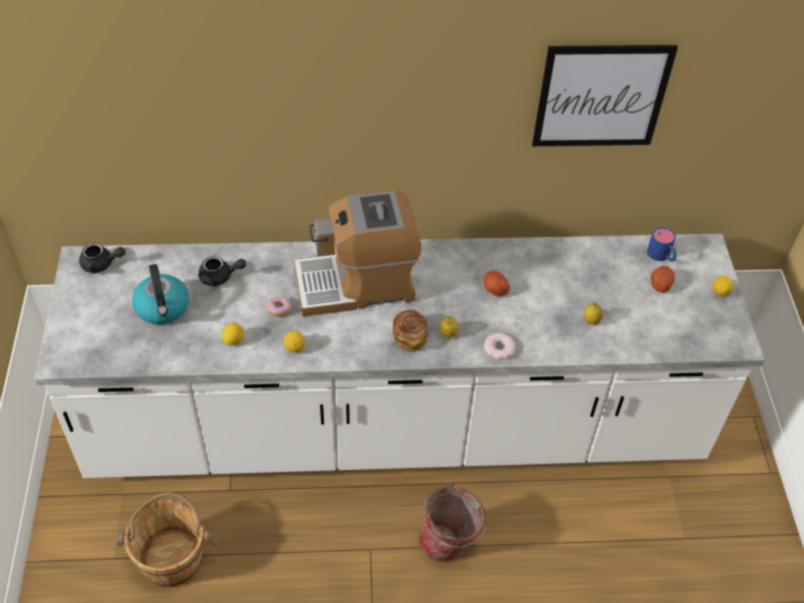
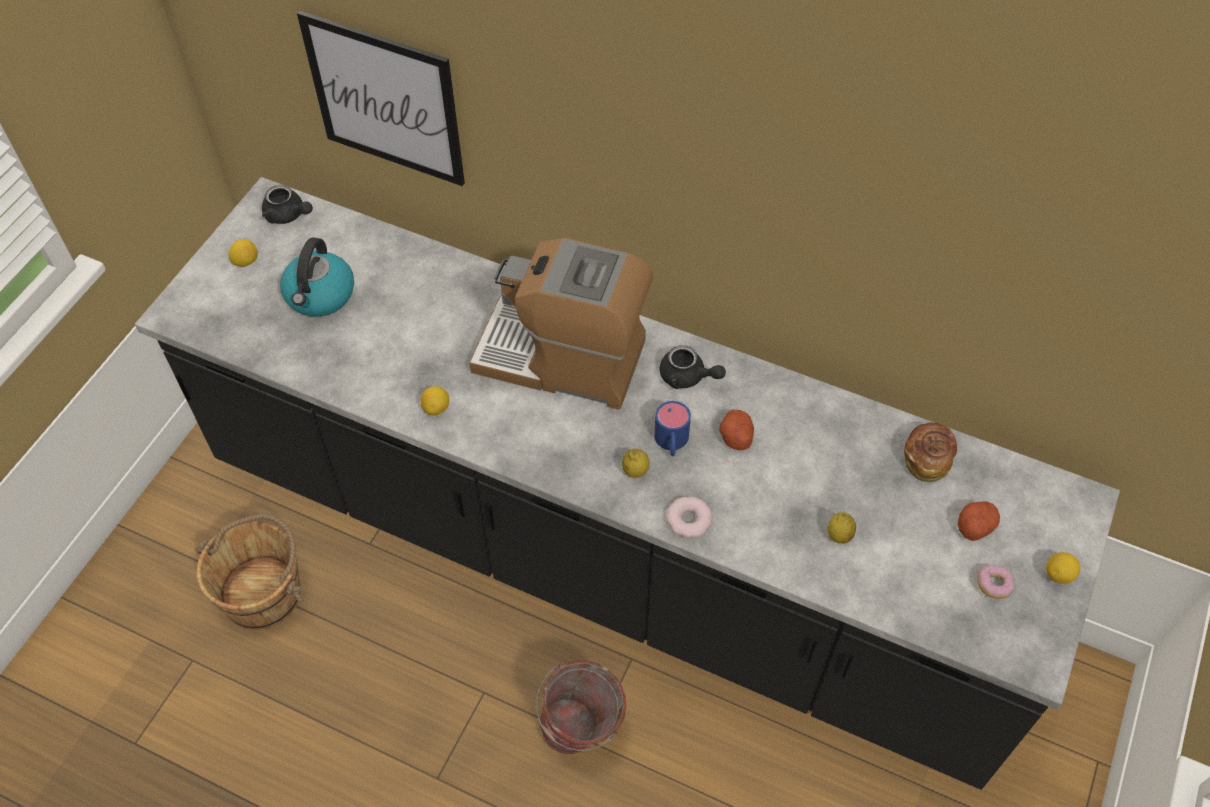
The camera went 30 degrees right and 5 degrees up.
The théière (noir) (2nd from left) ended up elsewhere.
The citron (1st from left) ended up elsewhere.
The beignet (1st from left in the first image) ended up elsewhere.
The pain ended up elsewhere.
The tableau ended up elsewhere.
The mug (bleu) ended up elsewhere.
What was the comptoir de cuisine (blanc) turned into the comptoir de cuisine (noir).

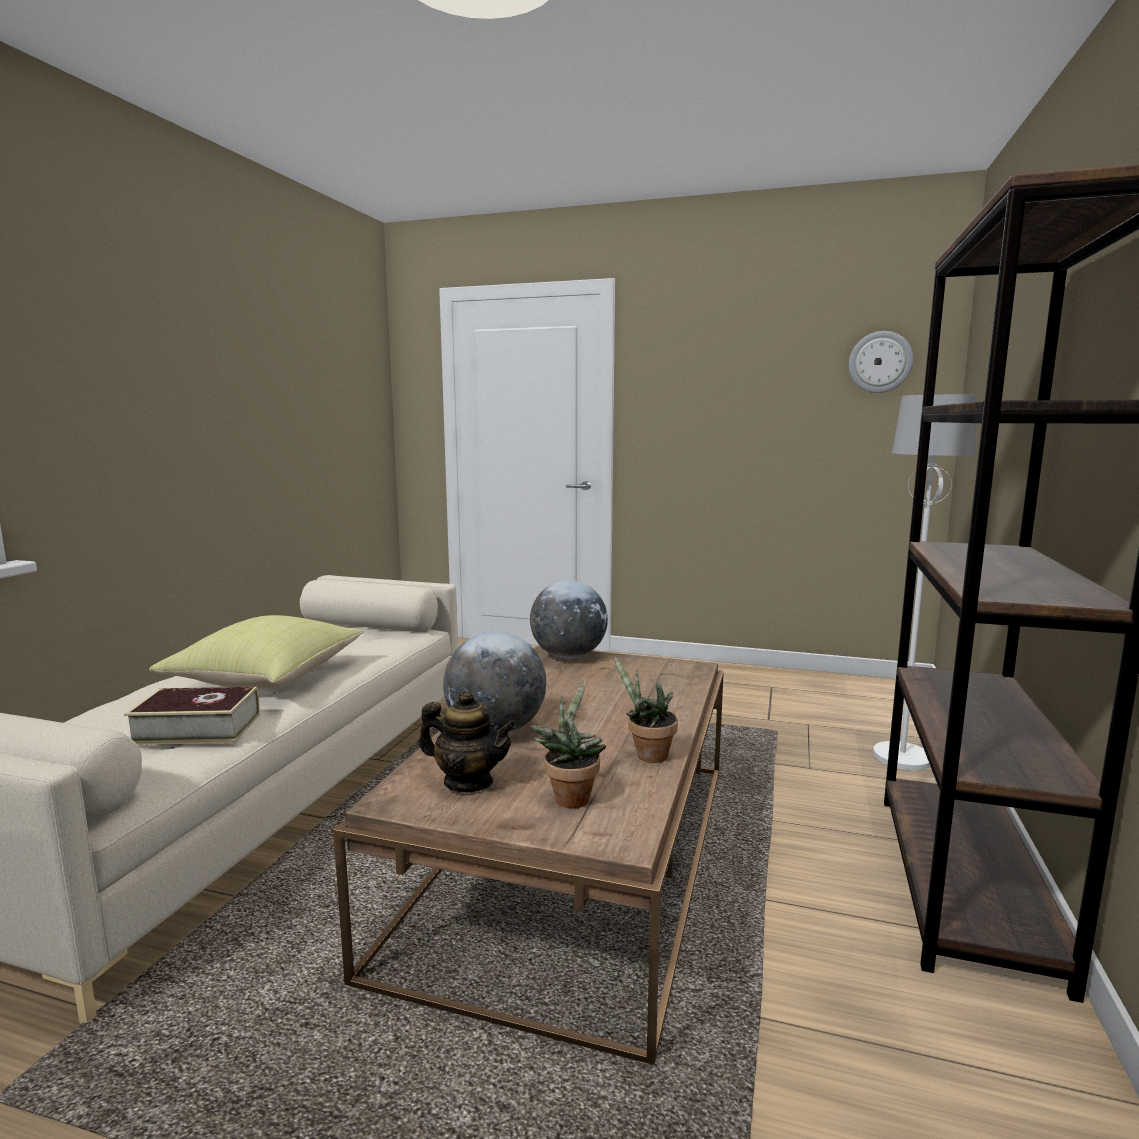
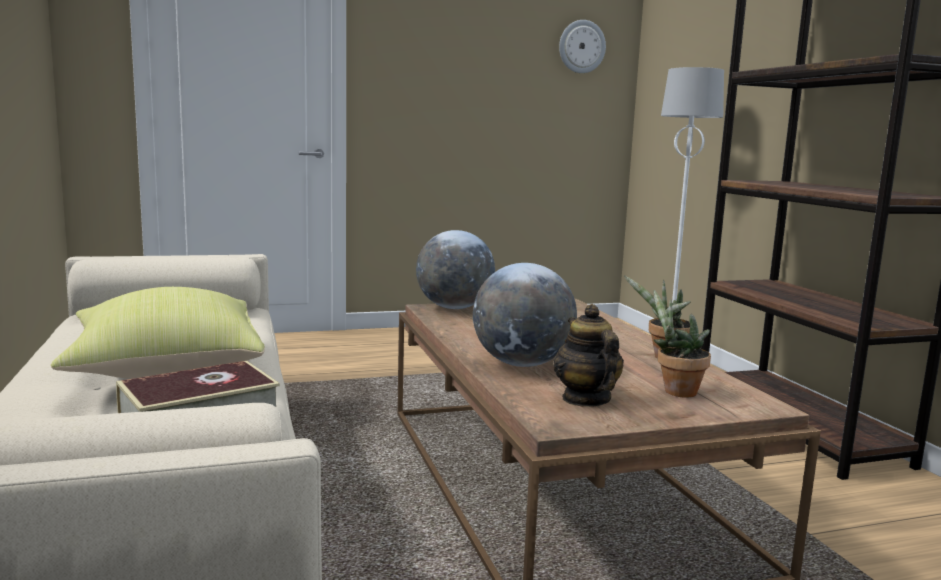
The camera went 35 degrees left and 0 degrees up.
The théière ended up facing another way, 90 degrees counterclockwise from before.

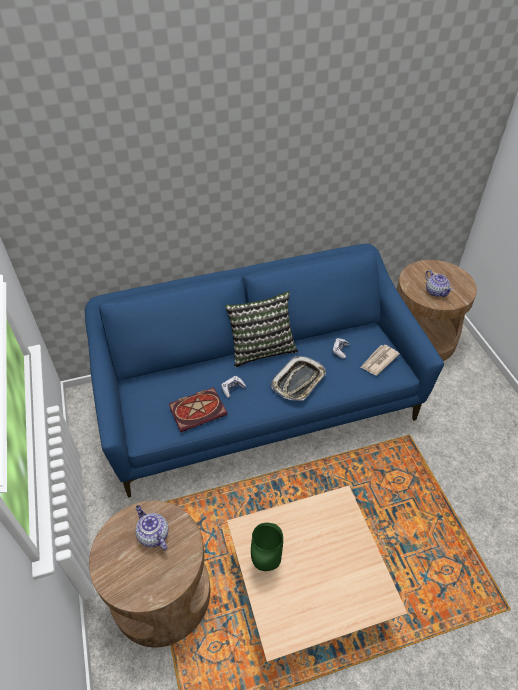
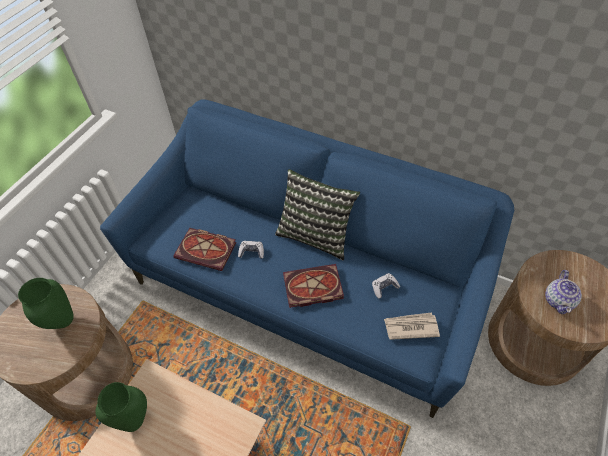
The camera went 45 degrees right and 5 degrees up.
Where the théière (1st from left) stood, the vase (vert) (1st from left) came to stand.
Where the plateau stood, the livre (2nd from left) came to stand.

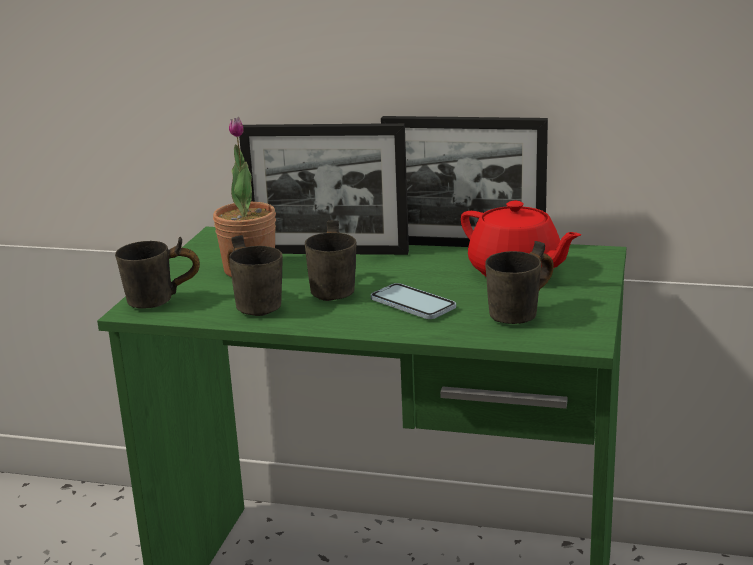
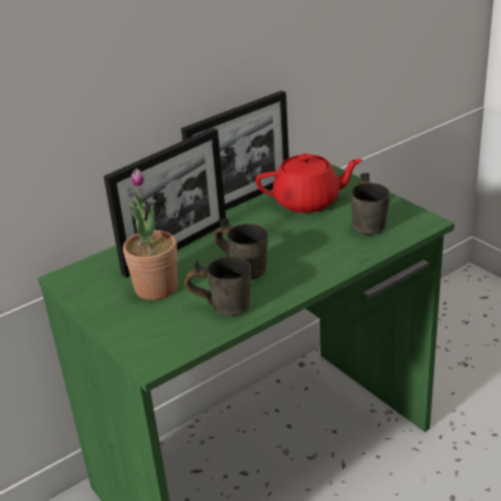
The camera went 50 degrees left and 10 degrees up.
The second view lost the mug (gris) (1st from left).
The second view lost the téléphone.

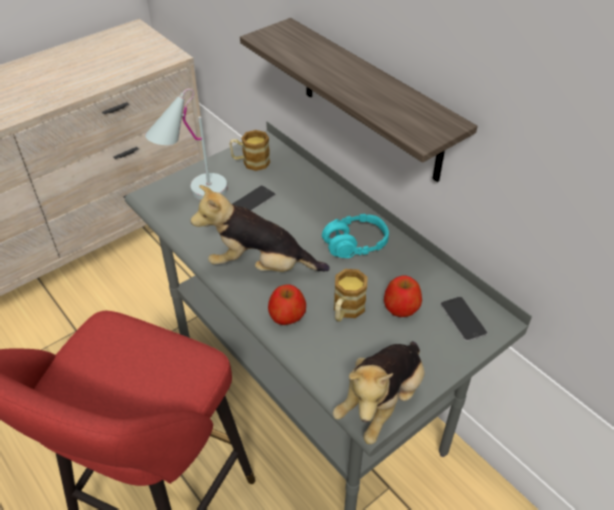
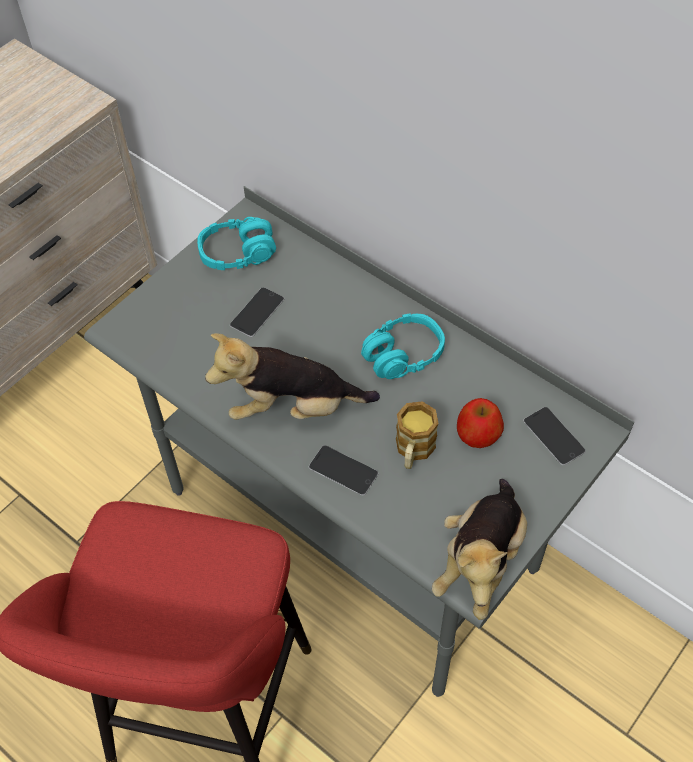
The camera went 10 degrees left and 10 degrees up.
The second view lost the lampe de table (blanc).
The second view lost the étagère.
Where the mug (1st from left) stood, the casque audio (turquoise) (1st from left) came to stand.
Where the pomme (1st from left) stood, the téléphone (2nd from left) came to stand.

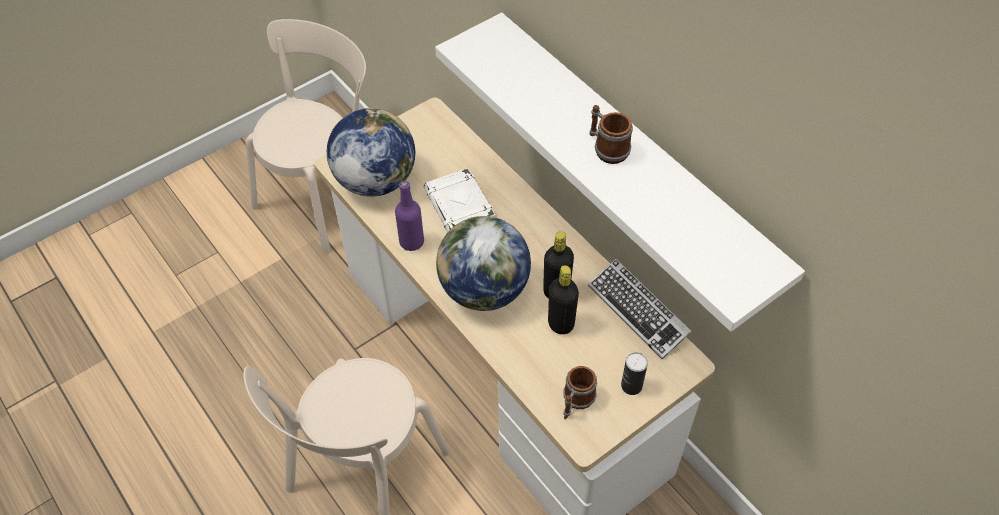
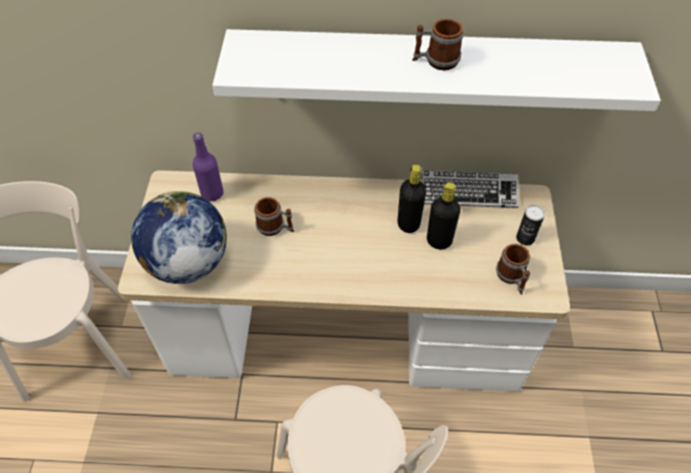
The camera went 50 degrees left and 0 degrees up.
The second view lost the globe (2nd from left).
The bouteille (violet) ended up elsewhere.
Where the livre (blanc) stood, the mug (1st from left) came to stand.

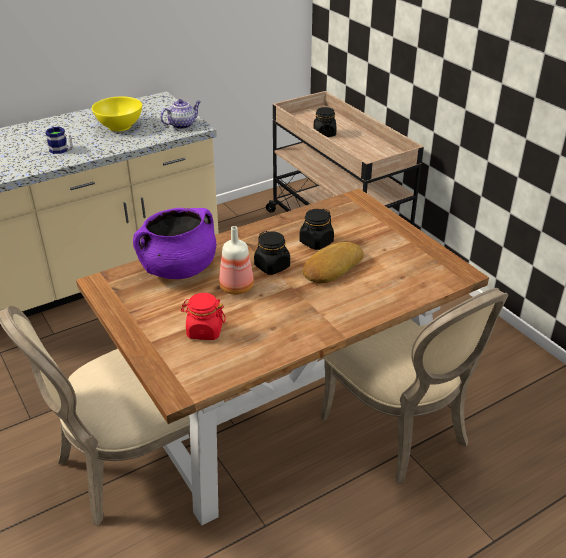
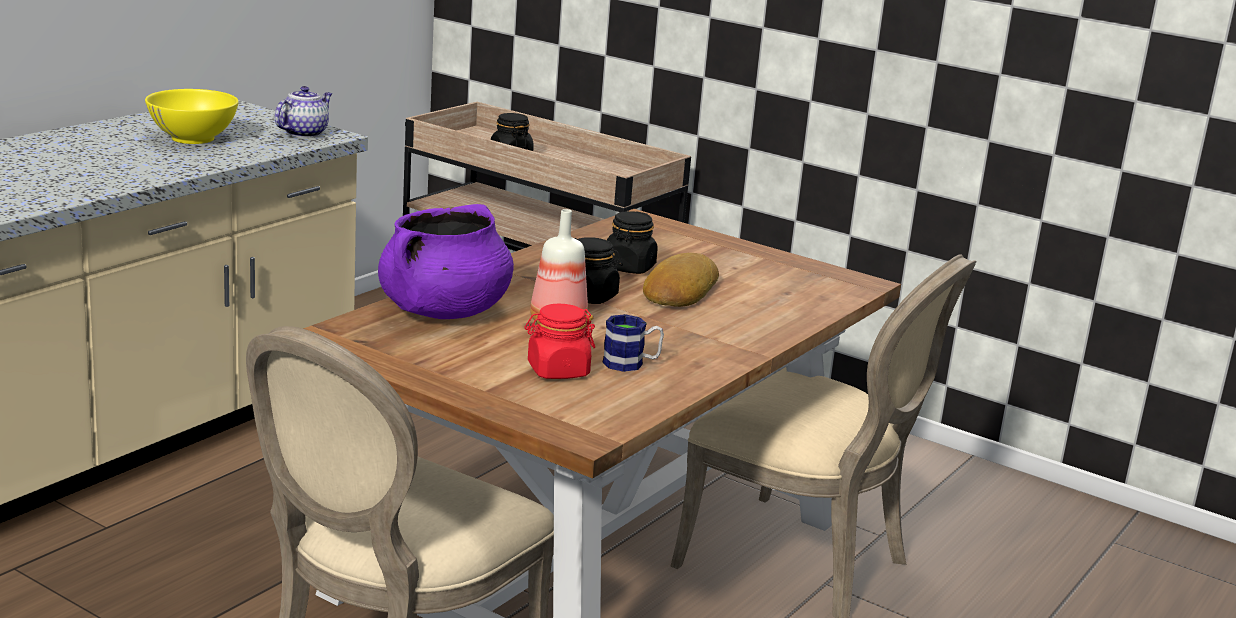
The camera went 25 degrees left and 15 degrees down.
The mug ended up elsewhere.

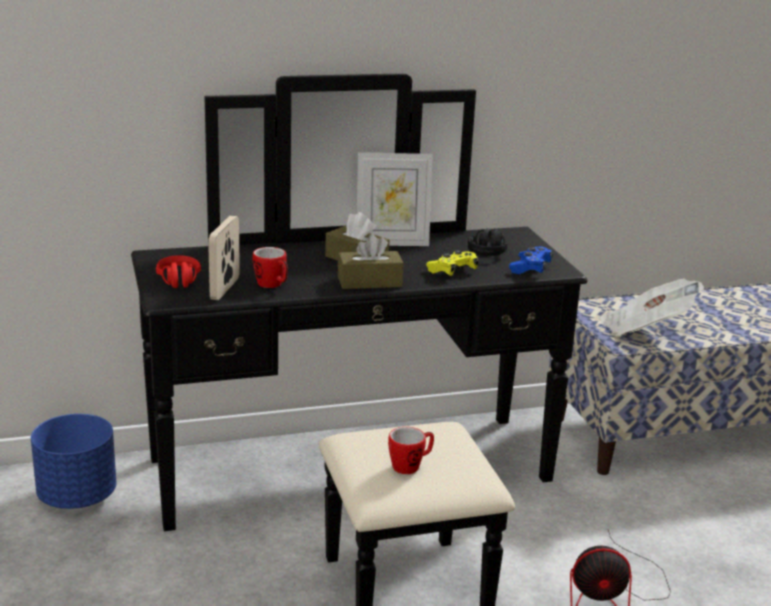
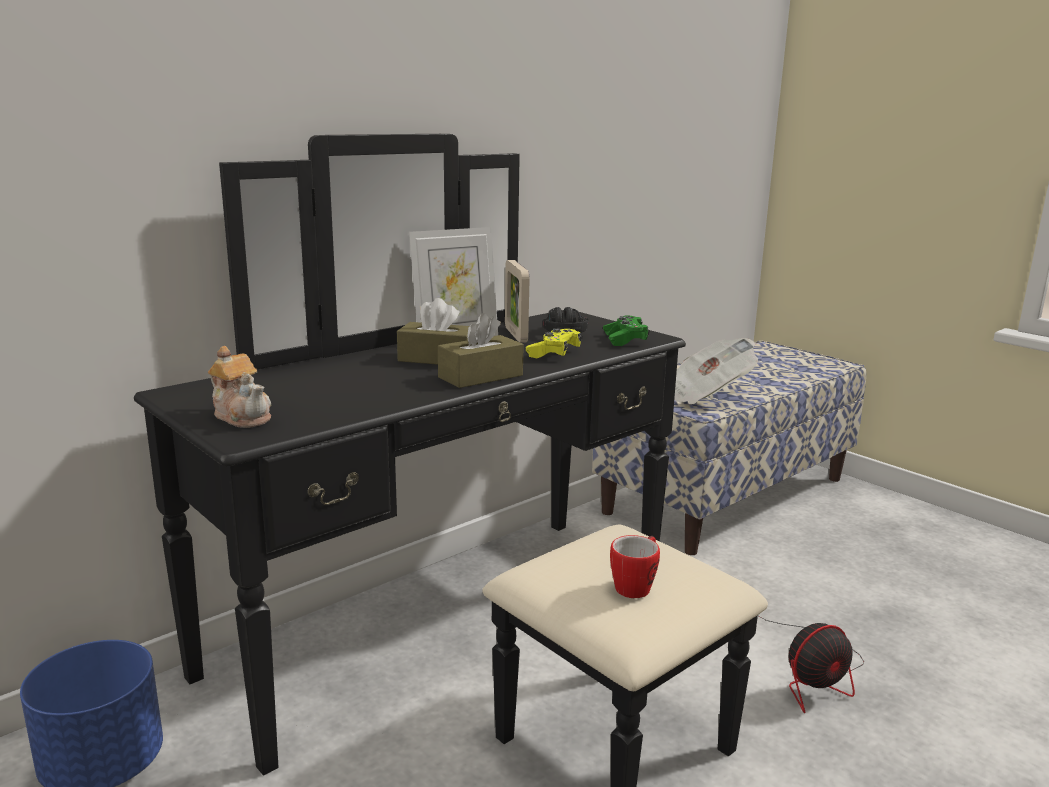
The camera went 25 degrees left and 5 degrees down.
The second view lost the mug (1st from left).
The cadre photo (1st from left in the first image) ended up elsewhere.
Where the casque audio (rouge) stood, the théière came to stand.
What was the manette (bleu) turned into the manette (vert).

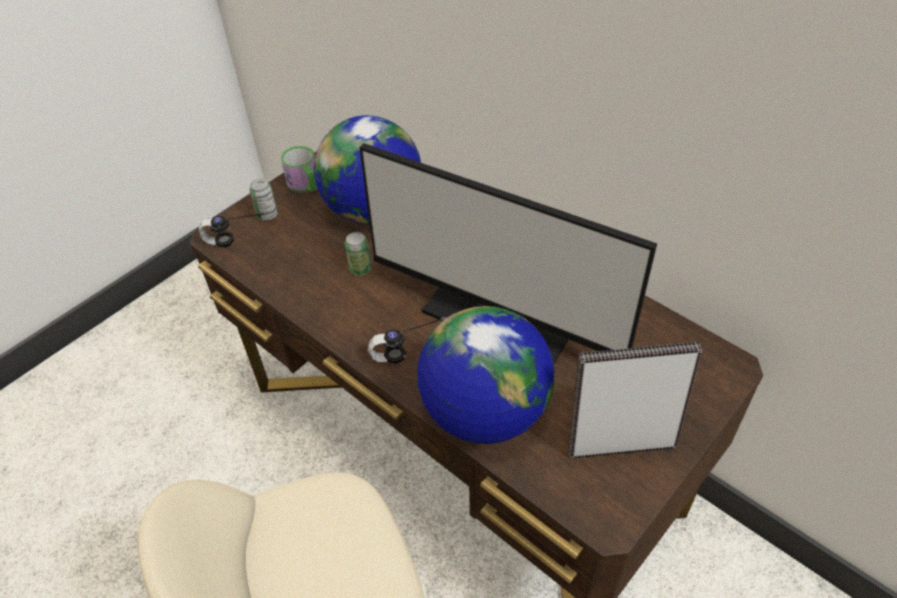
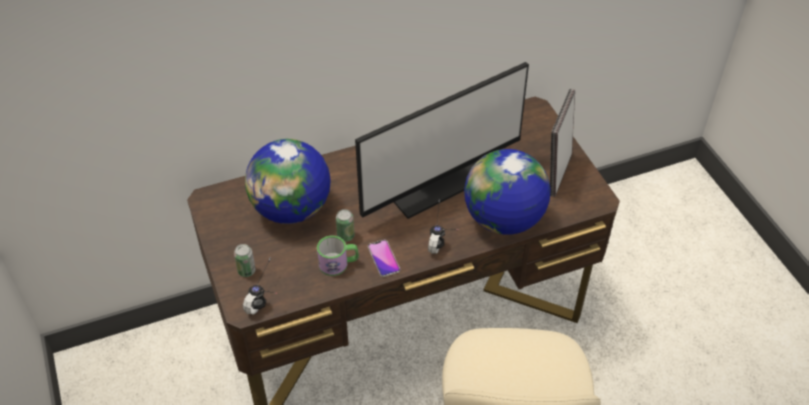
The camera went 65 degrees left and 0 degrees up.
The second view gained the téléphone.
The mug ended up elsewhere.

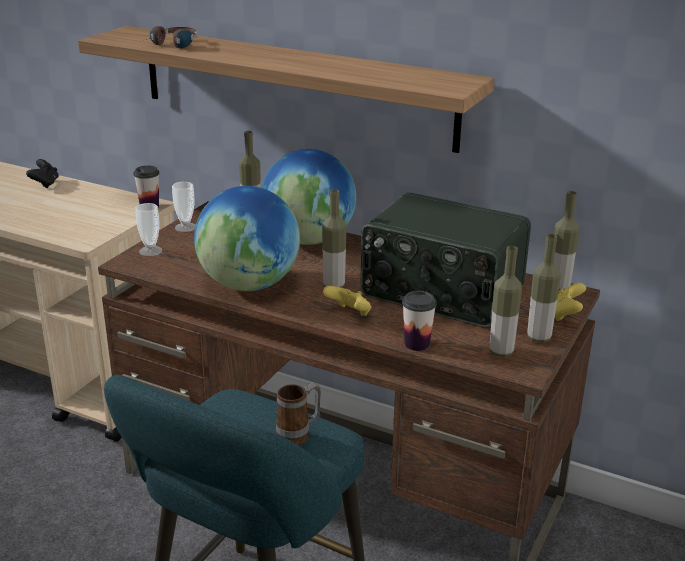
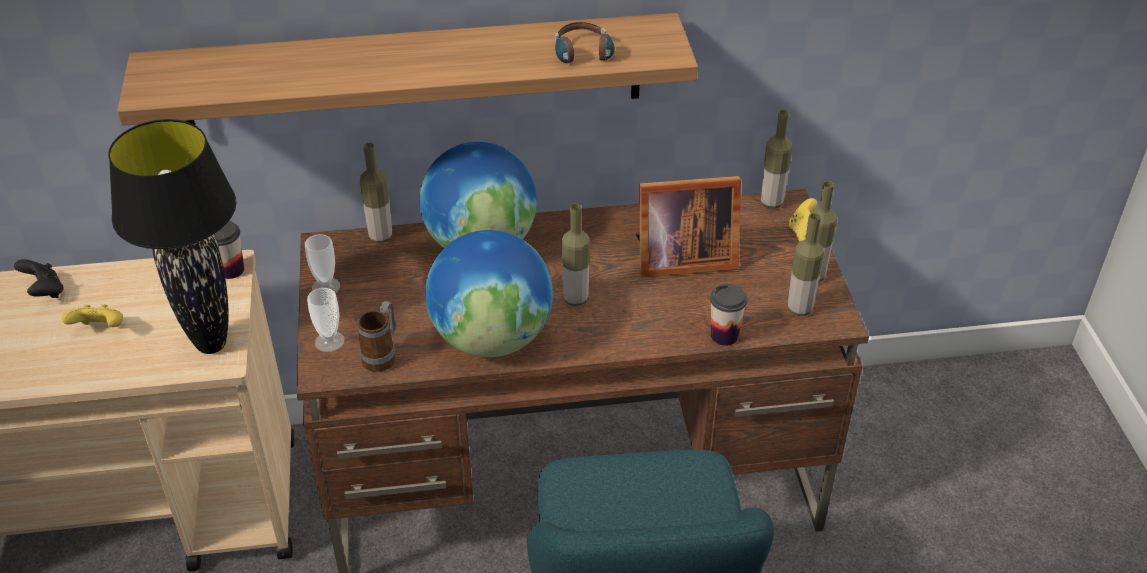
The camera went 35 degrees left and 15 degrees up.
The second view gained the lampe de table (noir).
The casque audio ended up elsewhere.
The mug ended up elsewhere.
The manette (jaune) (1st from left) ended up elsewhere.
Where the radio stood, the cadre photo came to stand.

